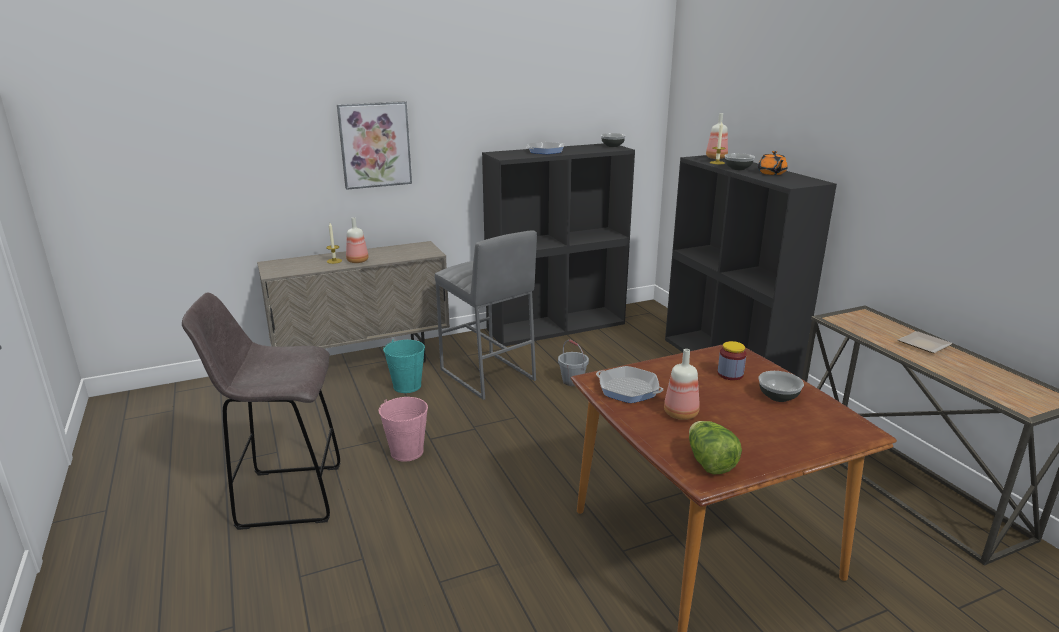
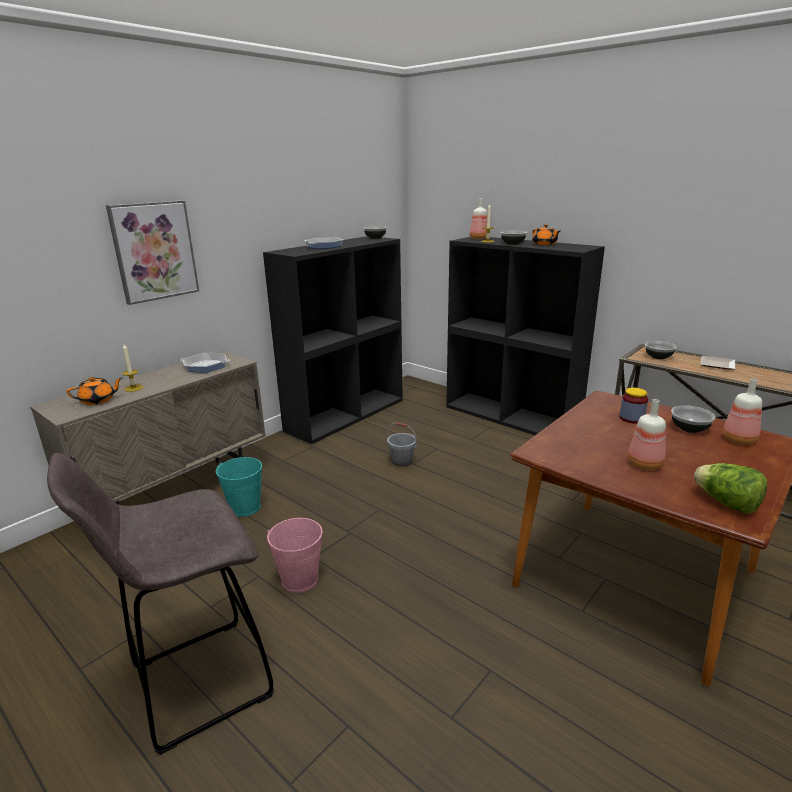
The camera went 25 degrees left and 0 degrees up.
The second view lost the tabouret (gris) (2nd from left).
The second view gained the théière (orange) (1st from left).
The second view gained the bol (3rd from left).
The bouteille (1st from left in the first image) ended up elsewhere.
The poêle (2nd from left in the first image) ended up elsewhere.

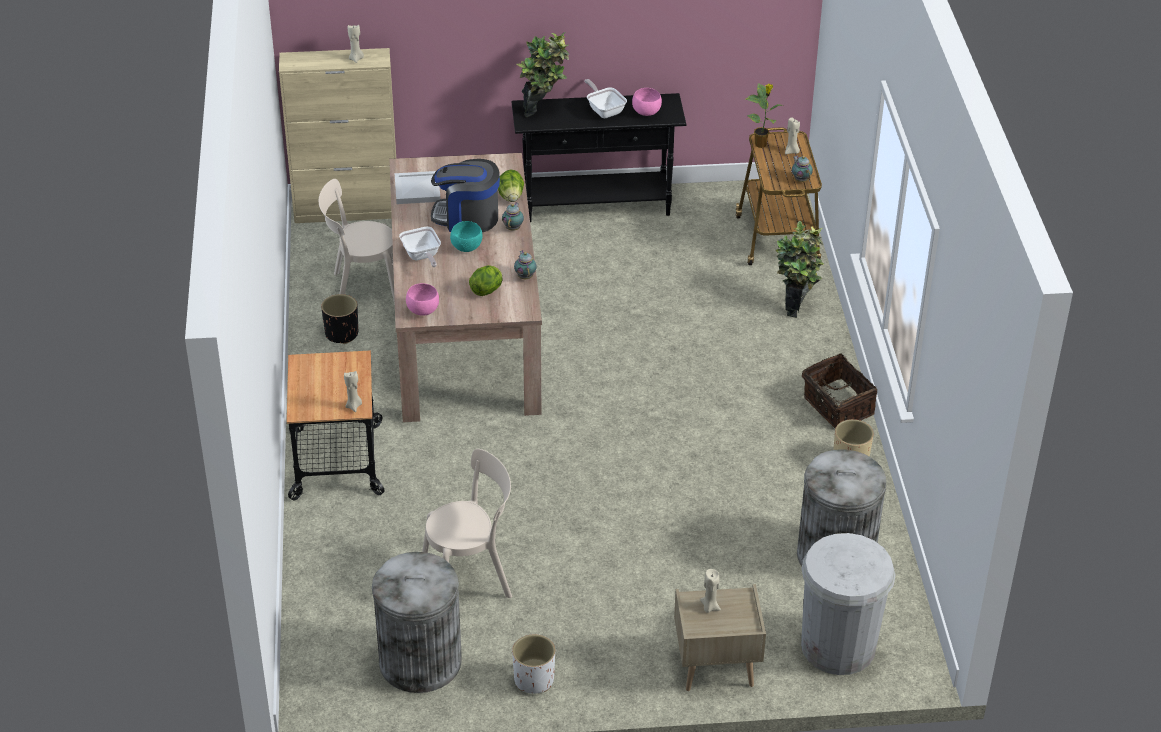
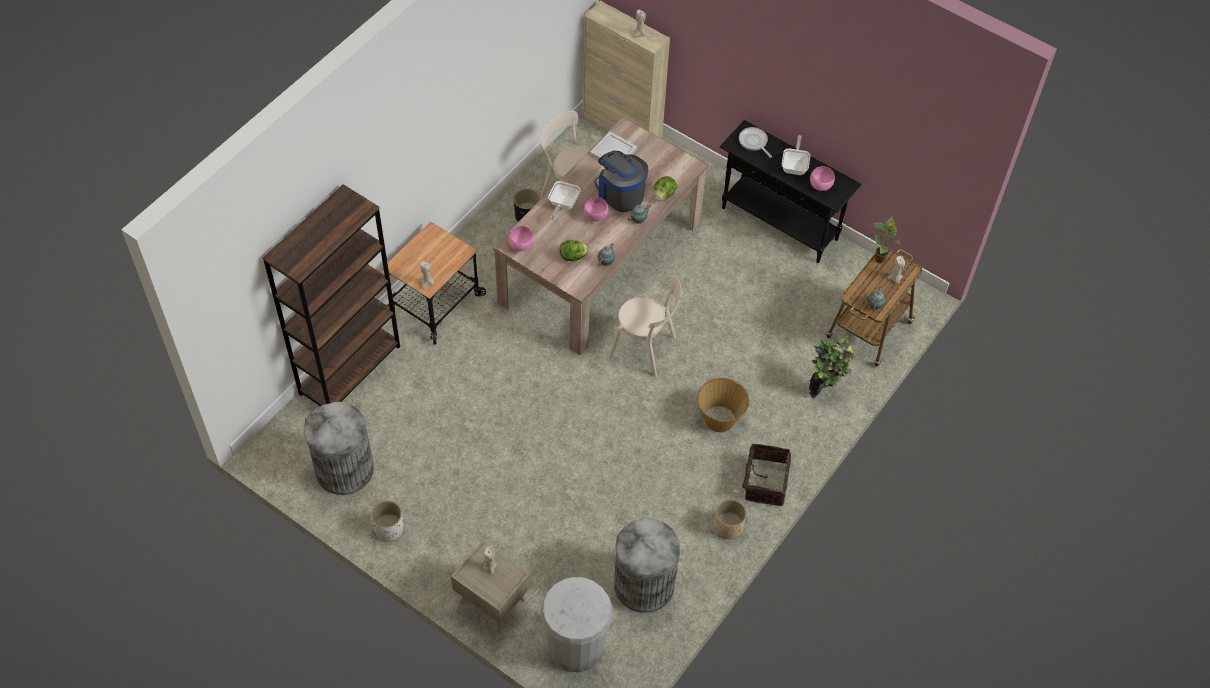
The camera went 40 degrees right and 15 degrees up.
The second view gained the bibliothèque (marron).
The second view gained the panier (1st from left).
The chaise (beige) (2nd from left) ended up elsewhere.
Where the plante en pot (1st from left) stood, the poêle (2nd from left) came to stand.
What was the bol (turquoise) turned into the bol (rose) (2nd from left).

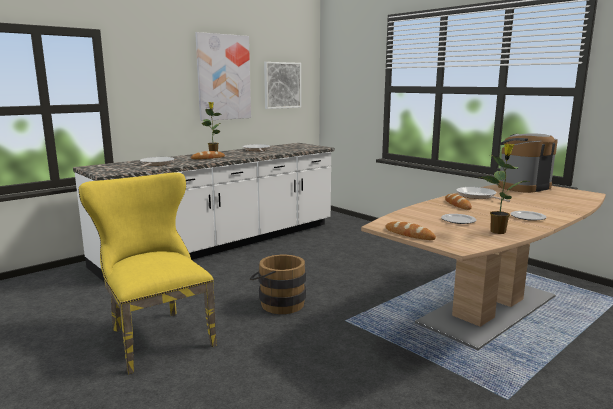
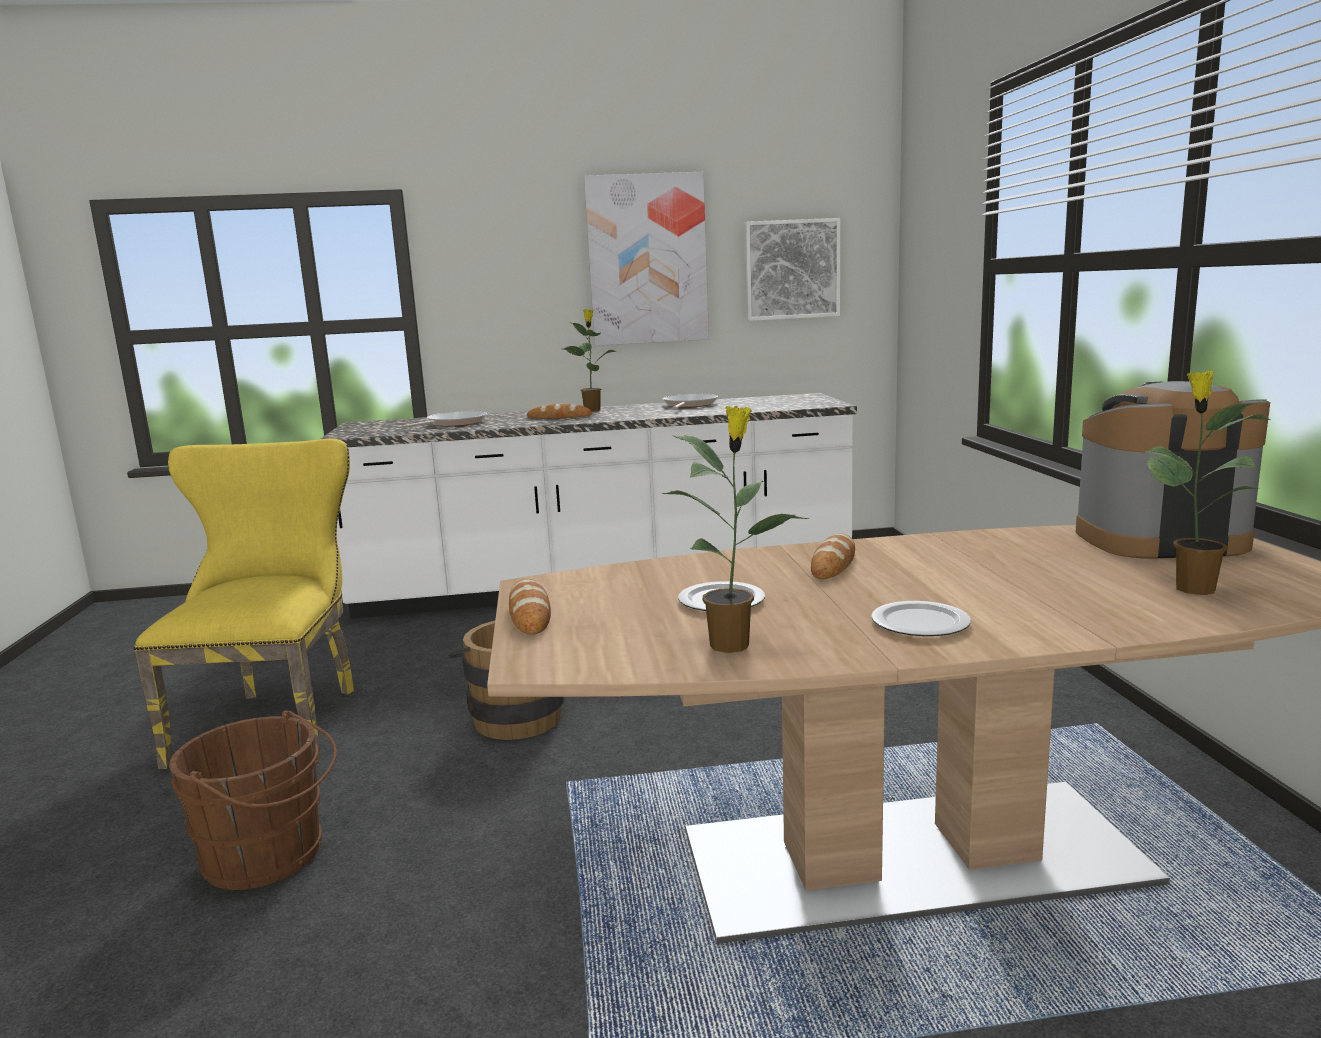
The camera went 35 degrees right and 0 degrees up.
The second view lost the poêle (3rd from left).
The second view gained the seau (marron) (1st from left).
The second view gained the plante en pot (3rd from left).

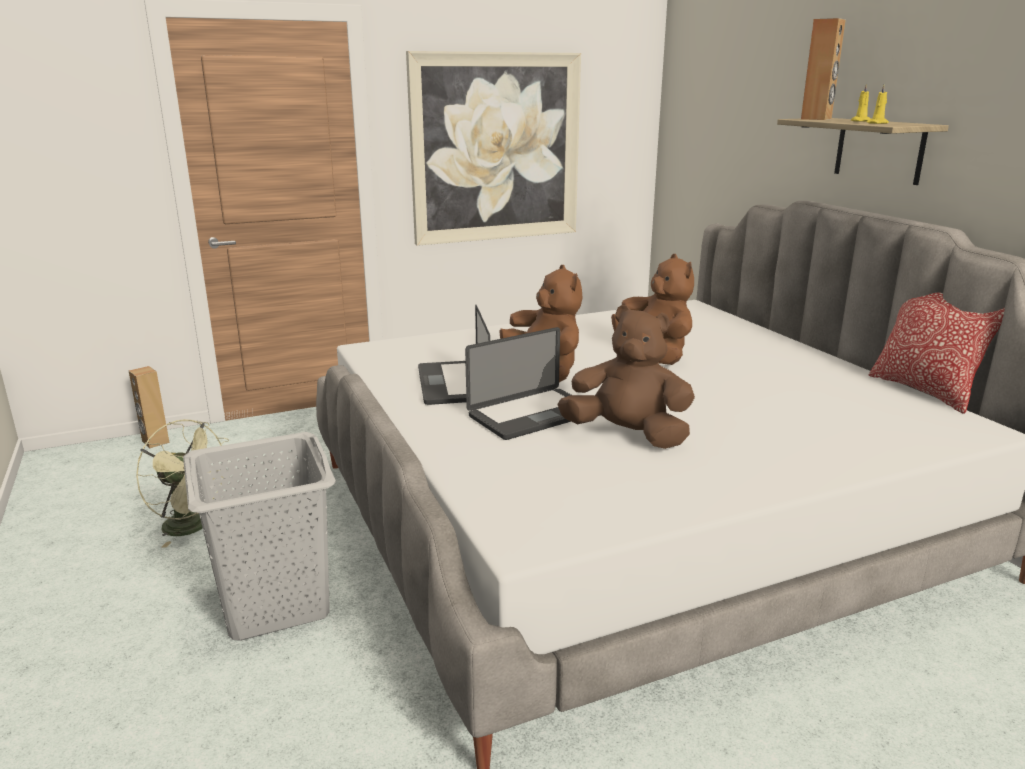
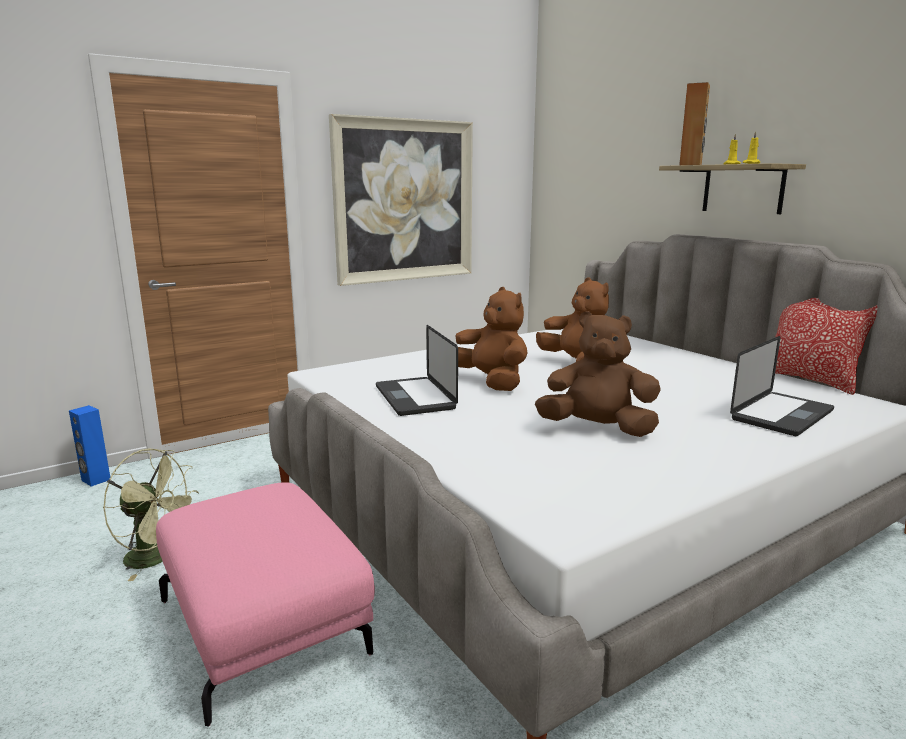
The camera went 10 degrees left and 5 degrees down.
The ordinateur portable (2nd from left) ended up elsewhere.
Where the panier à linge (gris) stood, the pouf (rose) came to stand.
What was the enceinte (marron) (1st from left) turned into the enceinte (bleu).

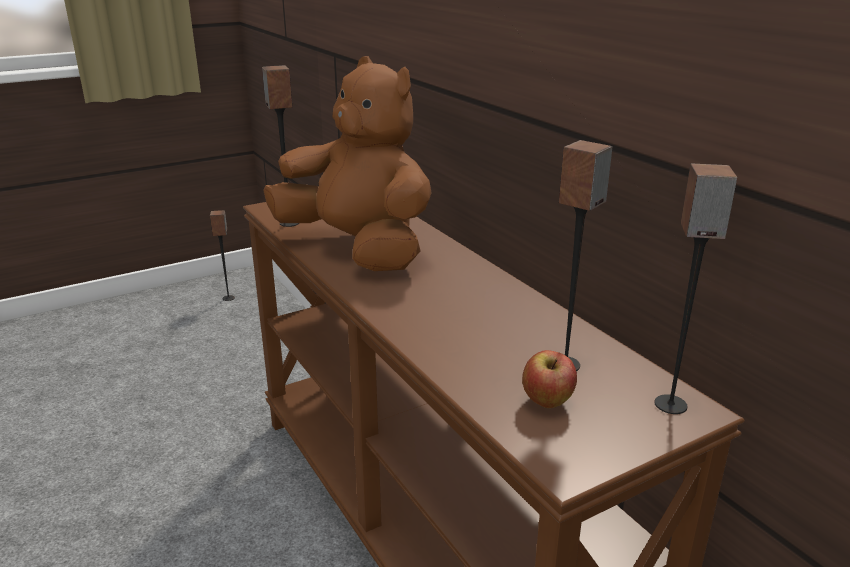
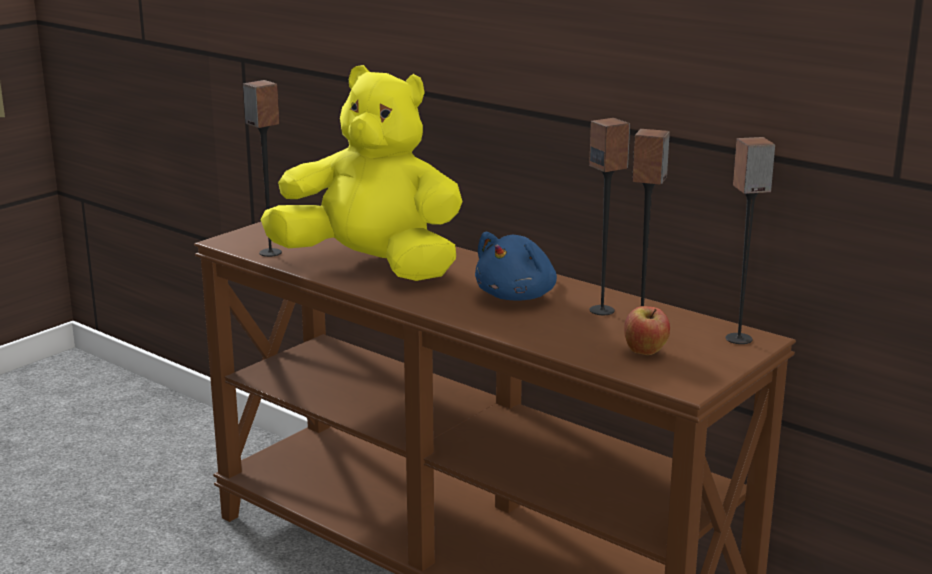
The camera went 20 degrees left and 5 degrees down.
The second view gained the peluche (bleu).
The enceinte (1st from left in the first image) ended up elsewhere.
What was the peluche (marron) turned into the peluche (jaune).

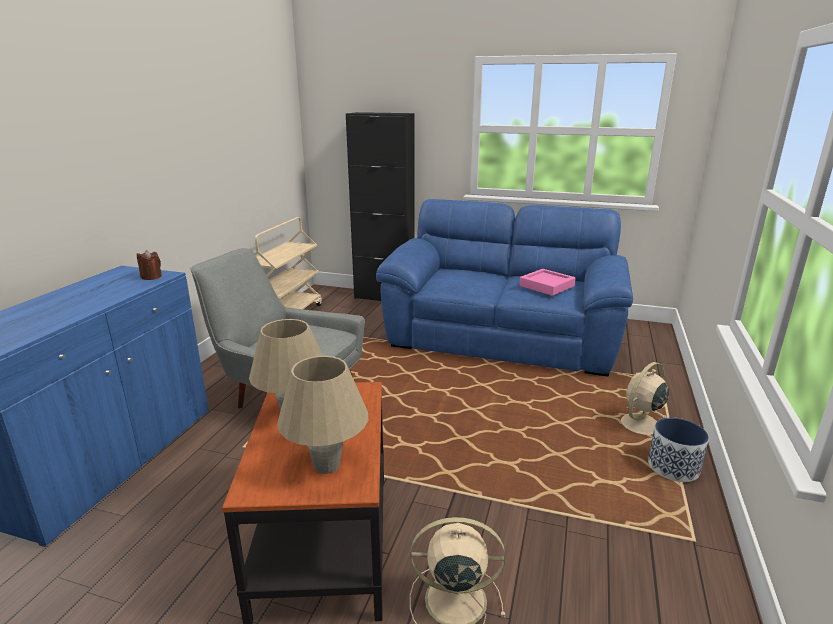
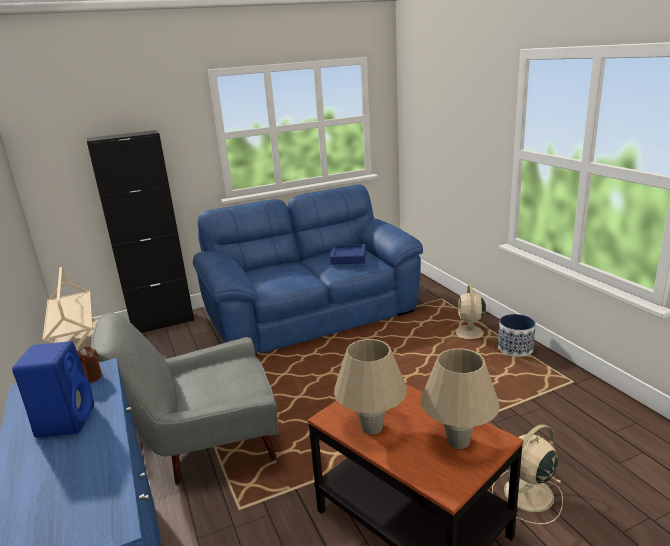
The camera went 40 degrees left and 0 degrees up.
The second view gained the enceinte (bleu).
What was the plateau (rose) turned into the plateau (bleu).

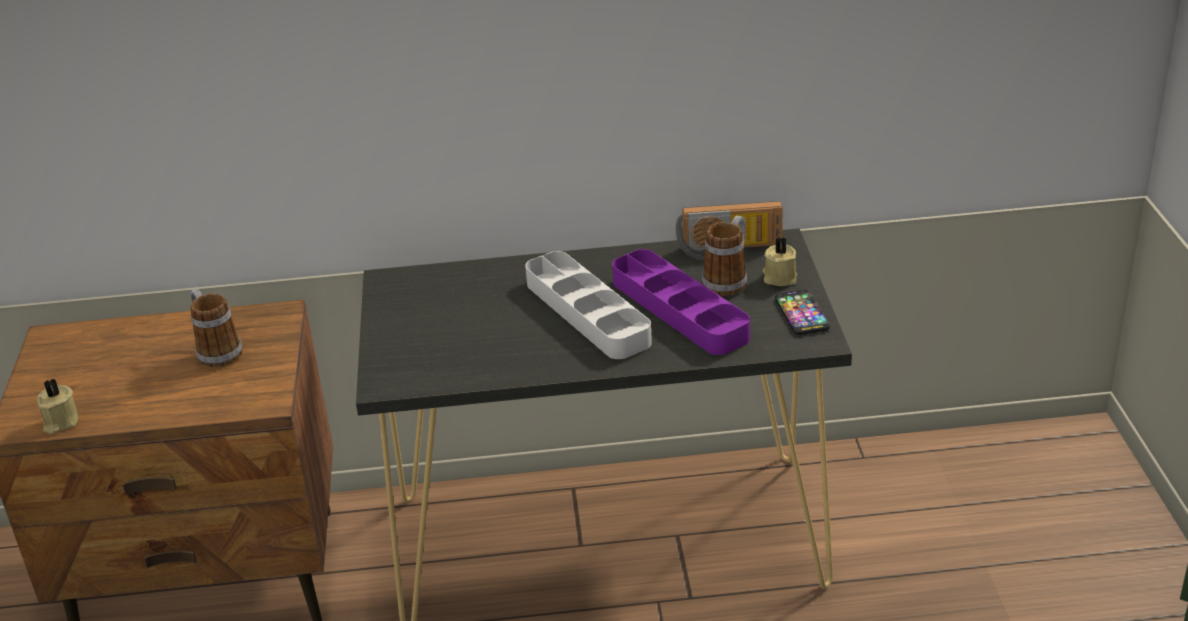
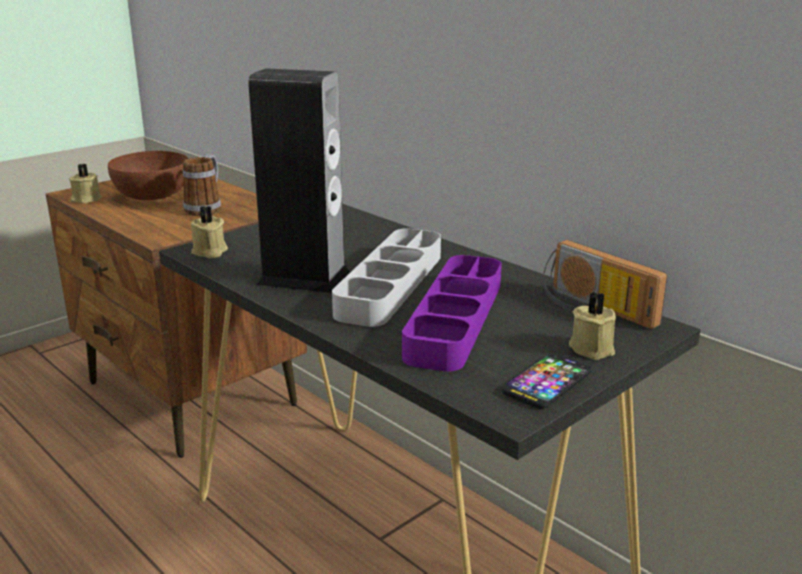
The camera went 50 degrees right and 10 degrees down.
The second view lost the mug (2nd from left).
The second view gained the bol (marron).
The second view gained the bougie (beige) (2nd from left).
The second view gained the enceinte.

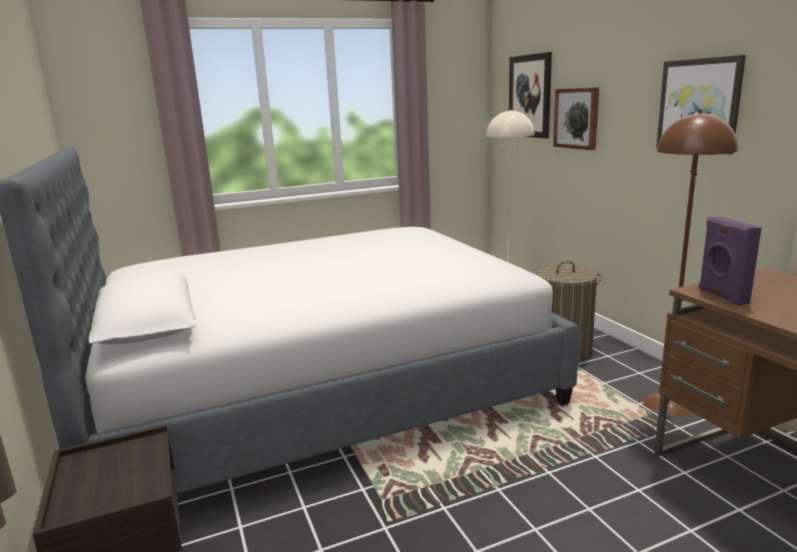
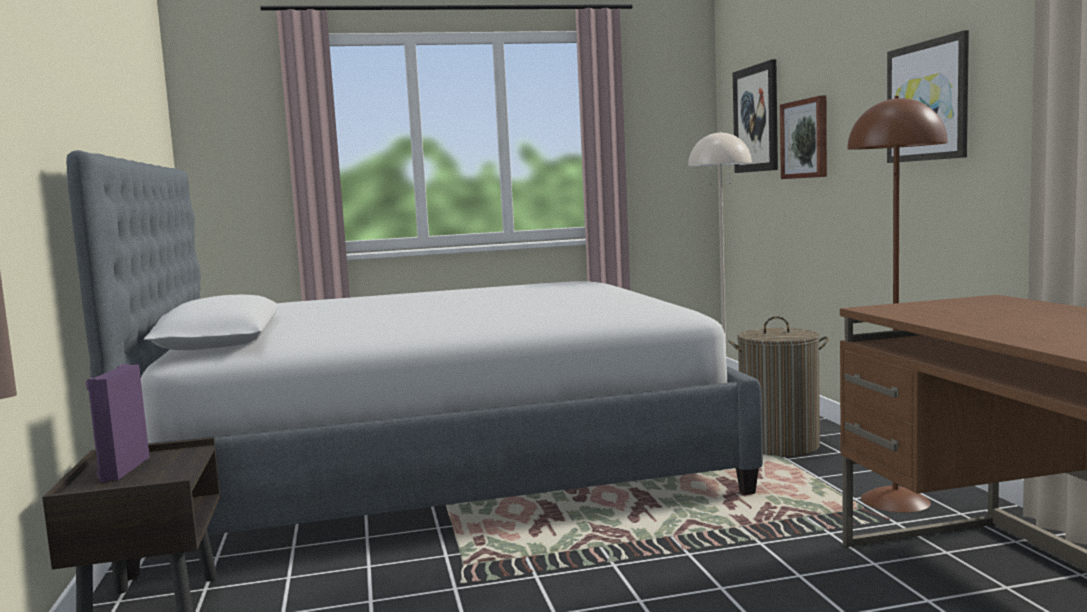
The camera went 10 degrees right and 10 degrees down.
The enceinte (violet) ended up elsewhere.

